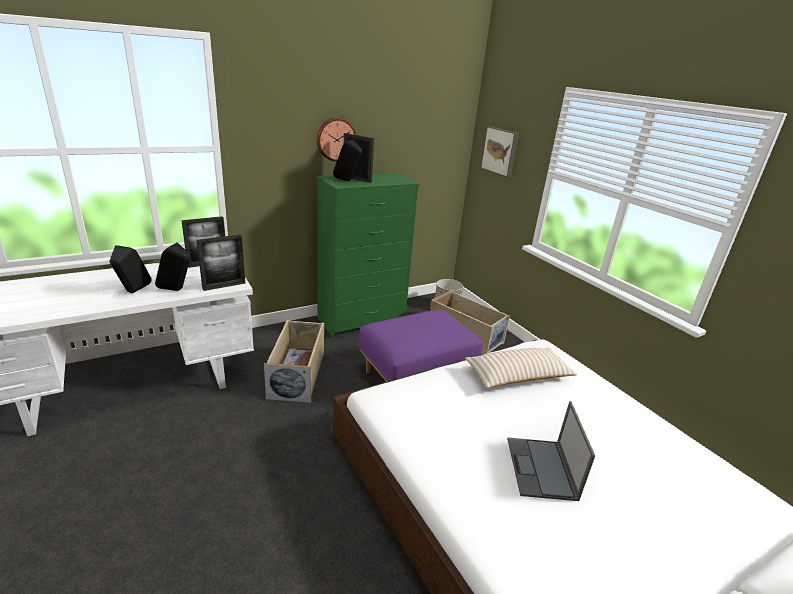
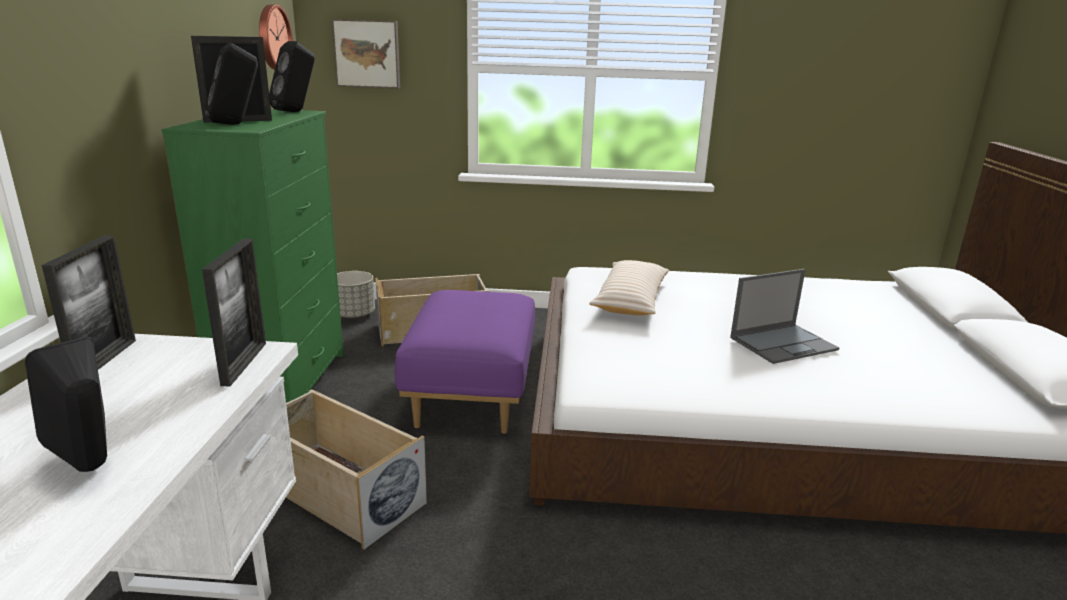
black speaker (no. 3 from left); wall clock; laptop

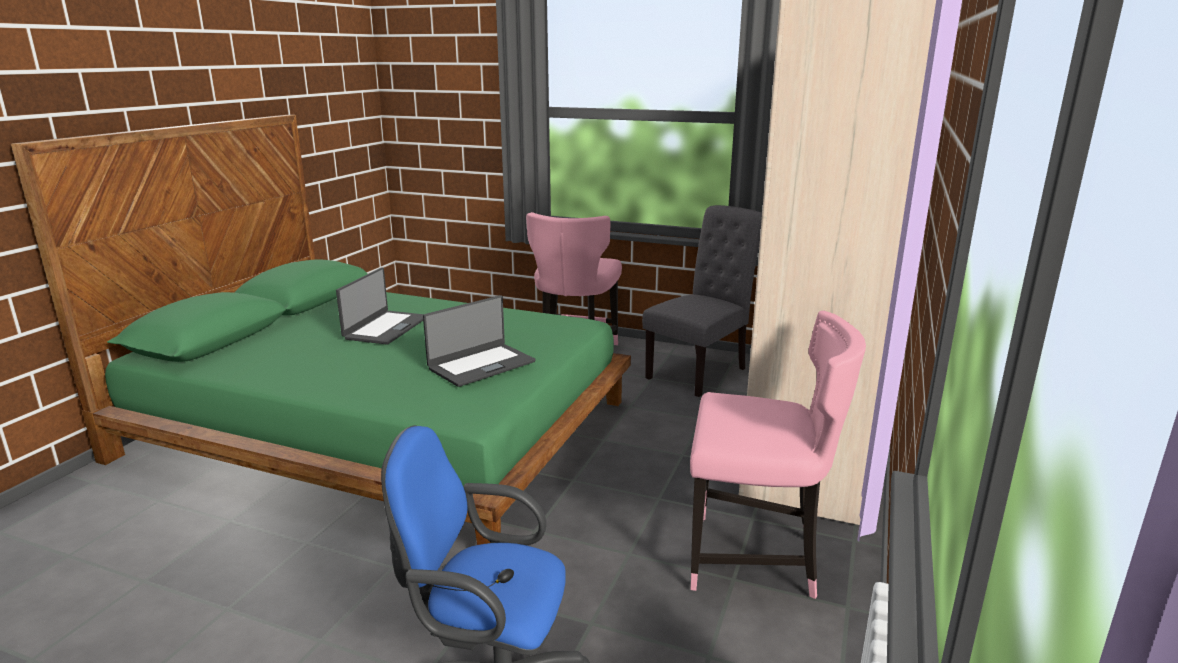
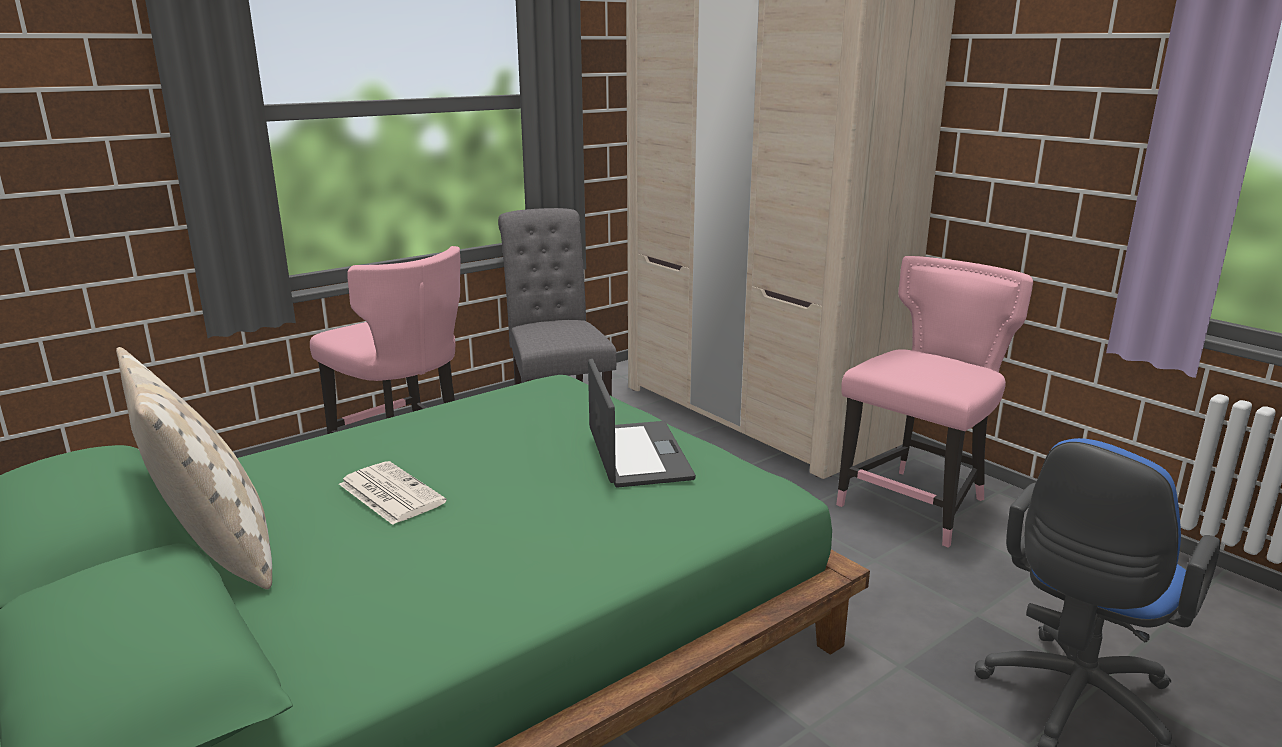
newspaper; beige pillow

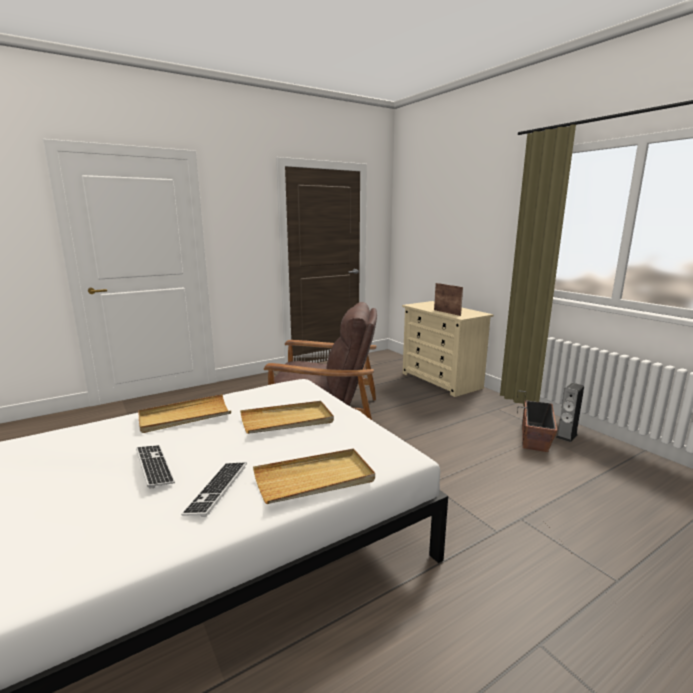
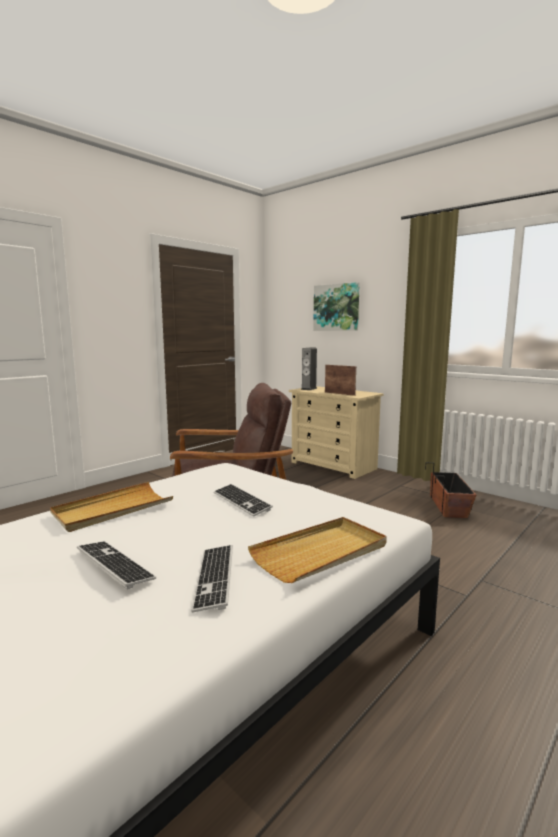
keyboard (no. 3 from left); speaker; picture

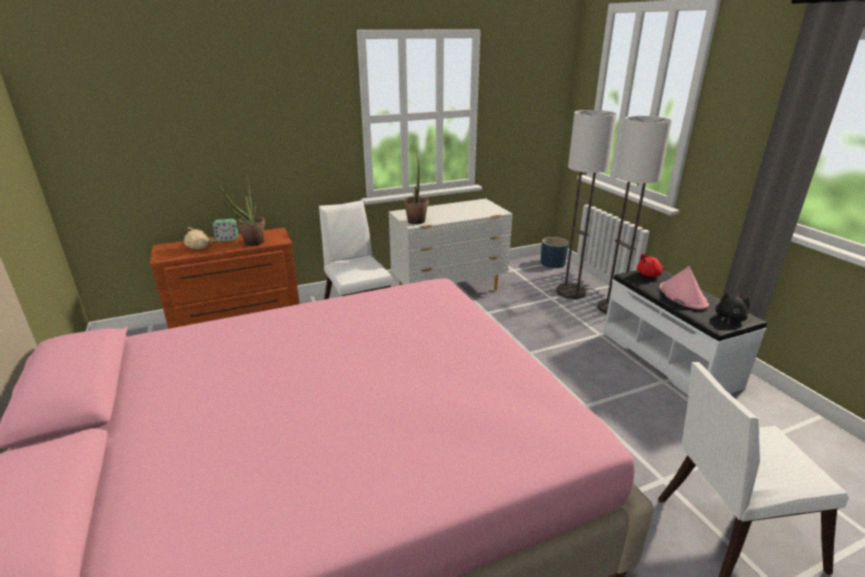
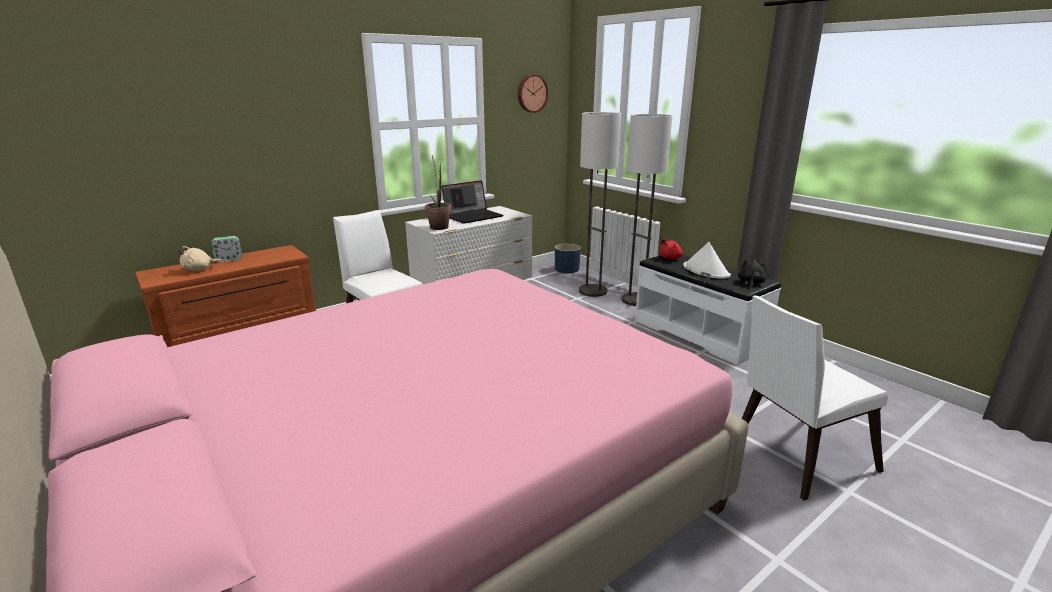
potted plant (no. 1 from left in the first image); white hat; laptop; wall clock

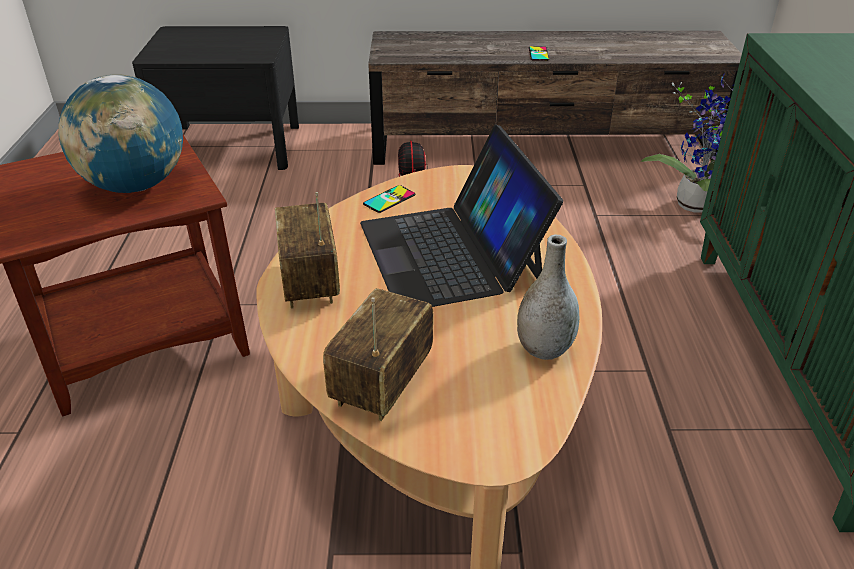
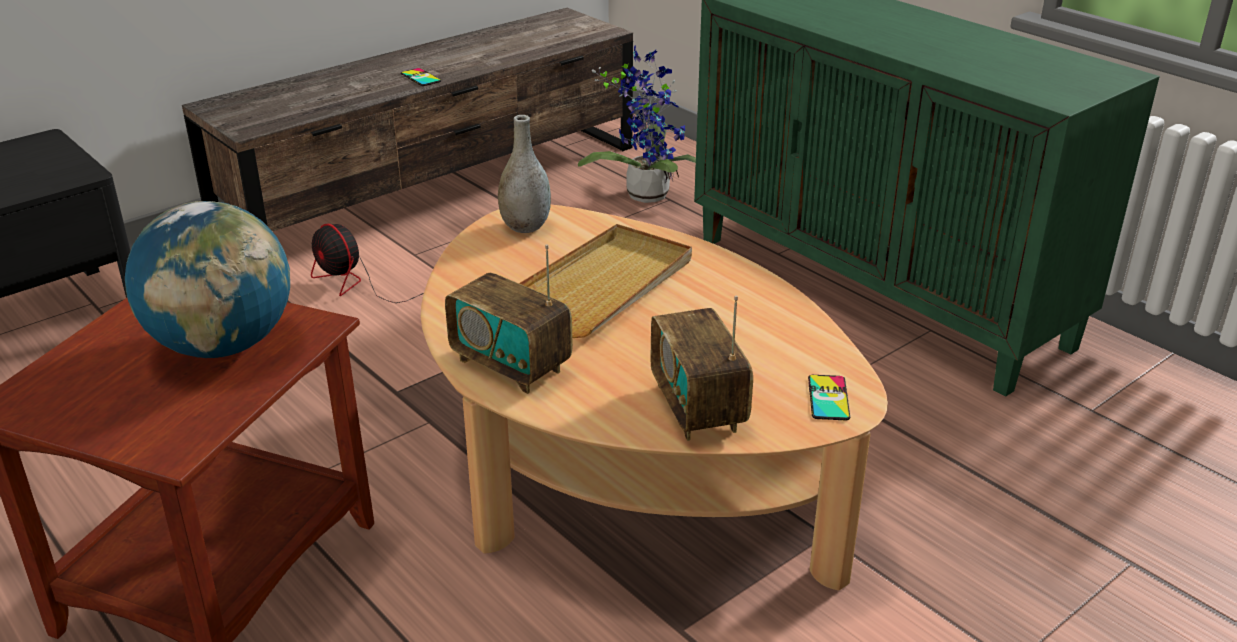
beige tray; phone (no. 2 from left); grey vase

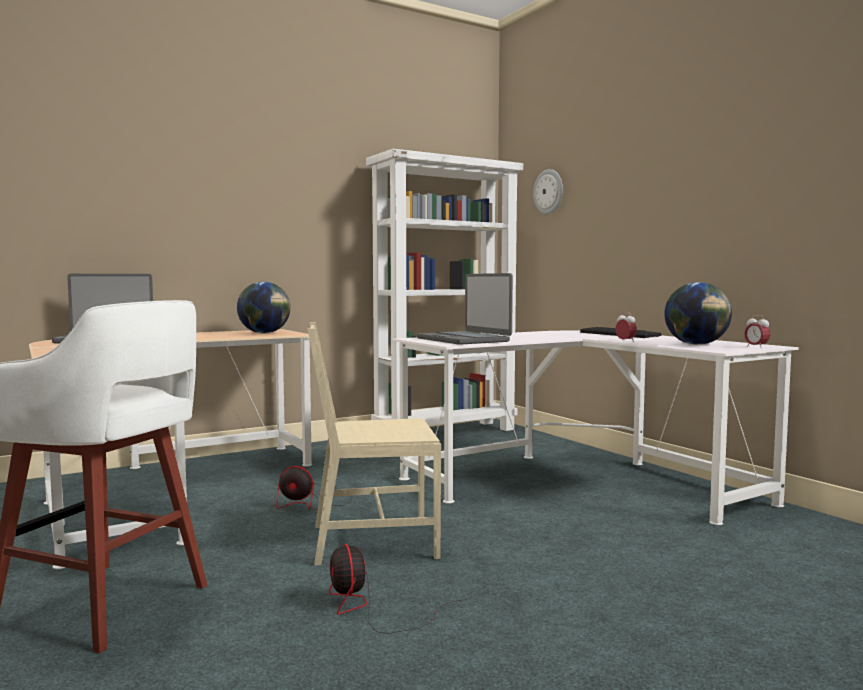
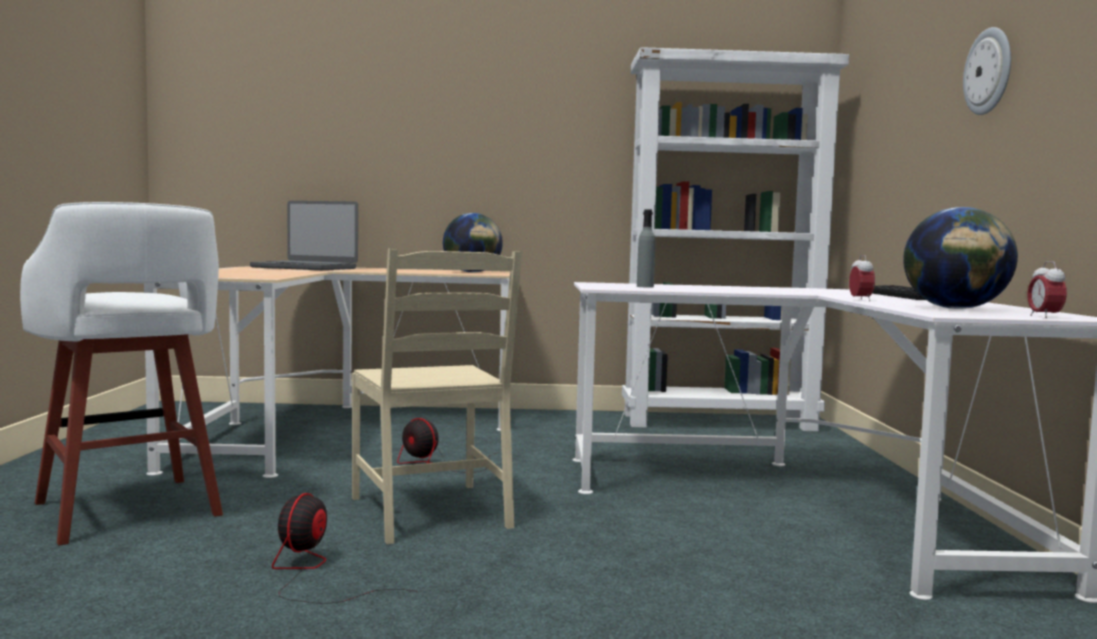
beige chair; grey bottle; wall clock

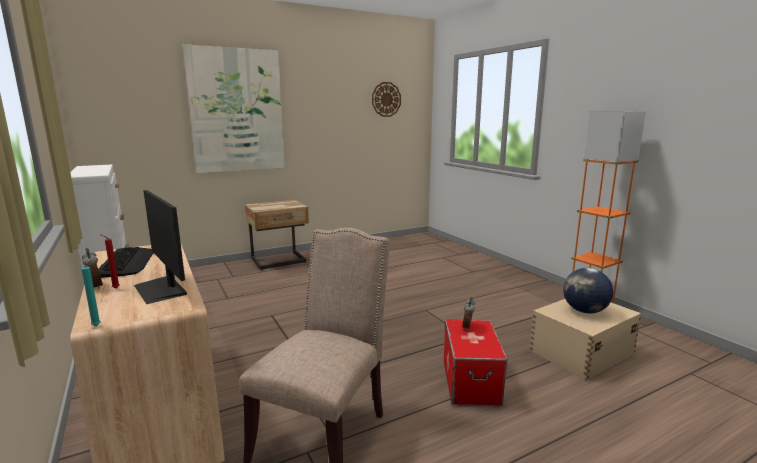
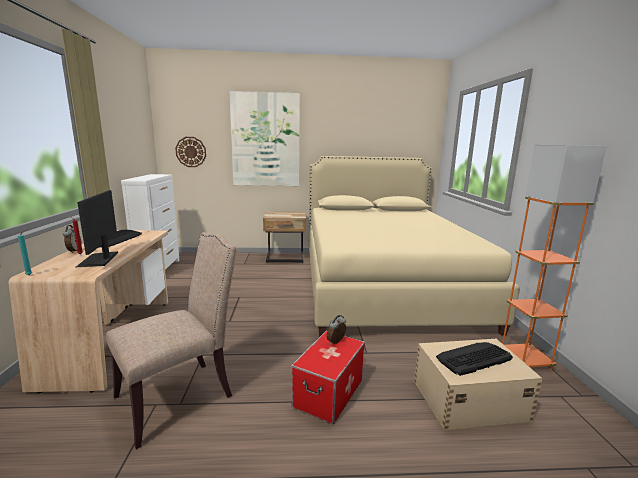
wall clock; keyboard (no. 2 from left); beige bed

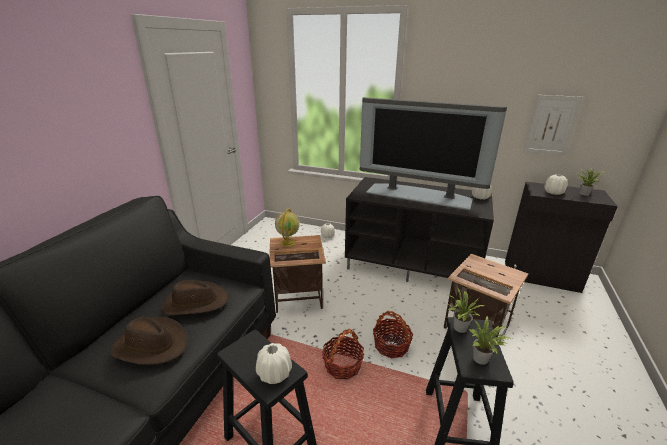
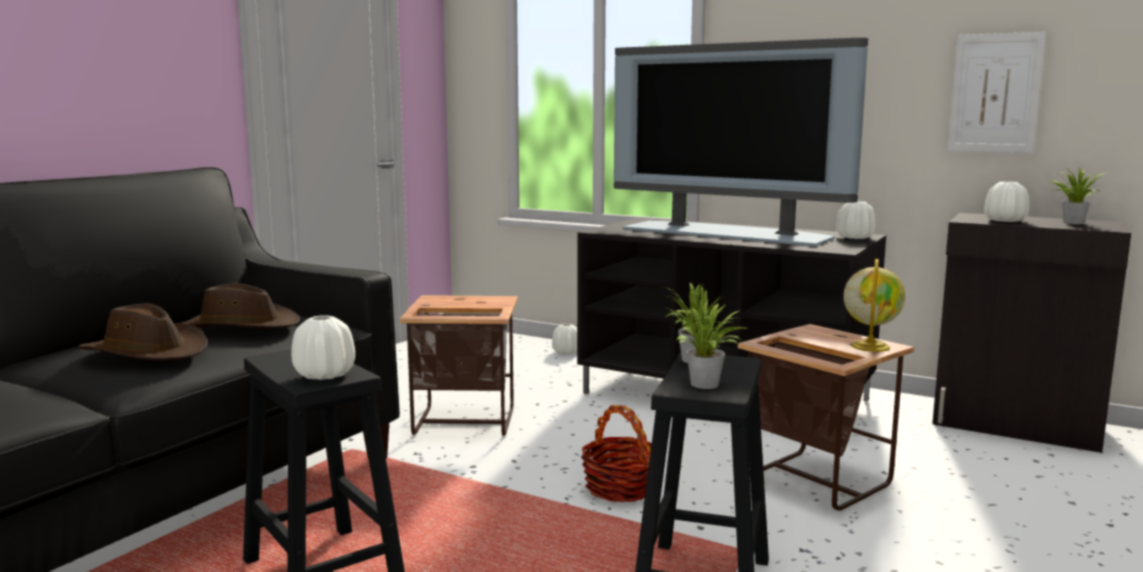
globe; basket (no. 1 from left in the first image)

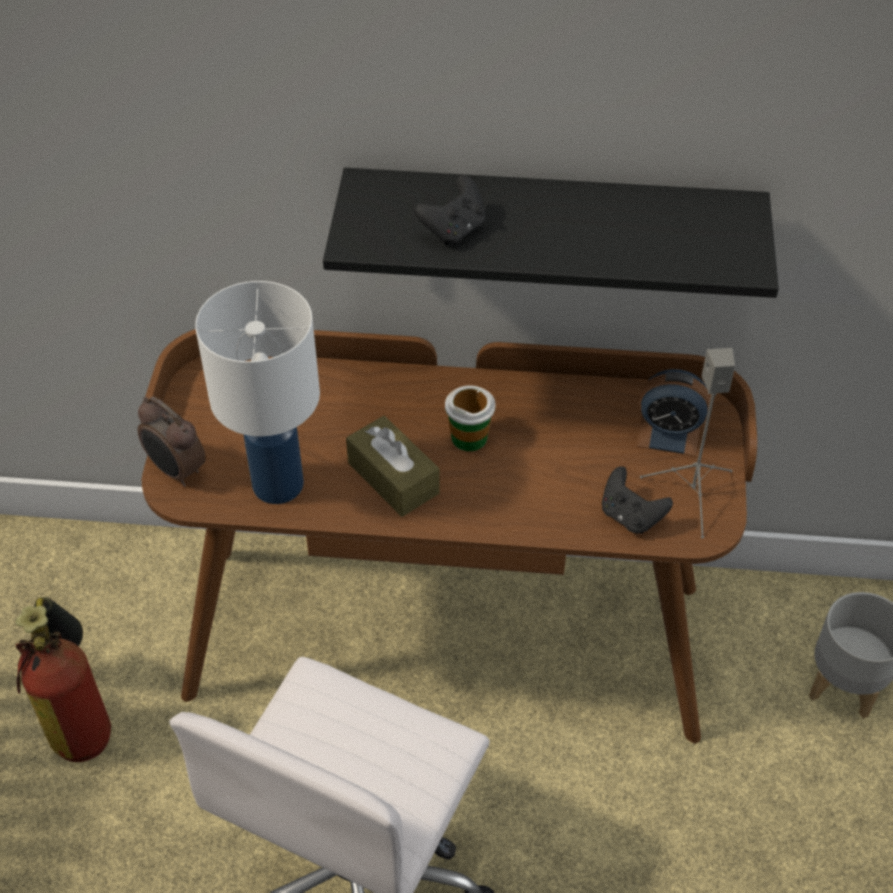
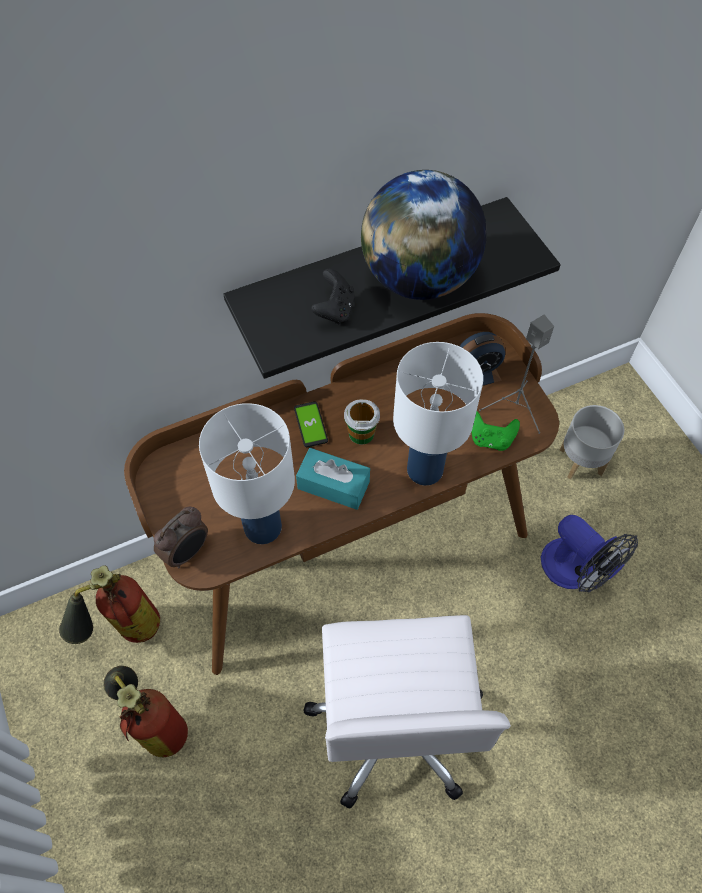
alarm clock (no. 1 from left); turquoise tissue box; green game controller; fire extinguisher (no. 1 from left); phone; globe; white table lamp (no. 2 from left); fan

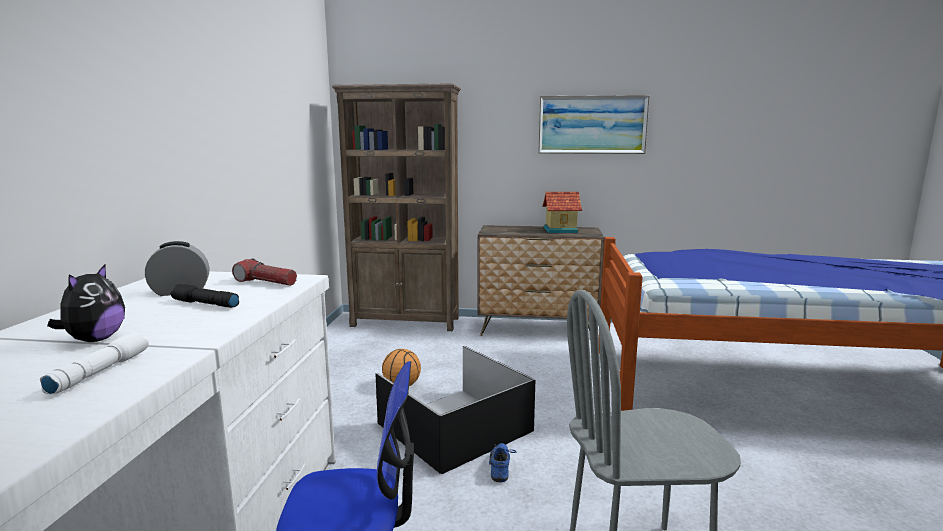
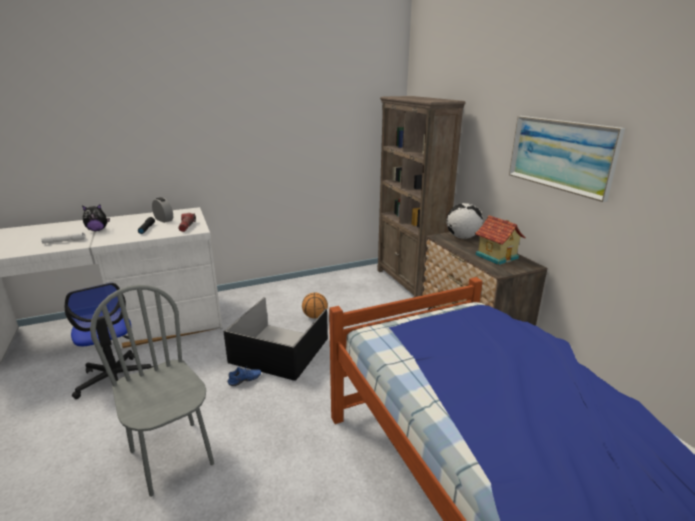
globe

